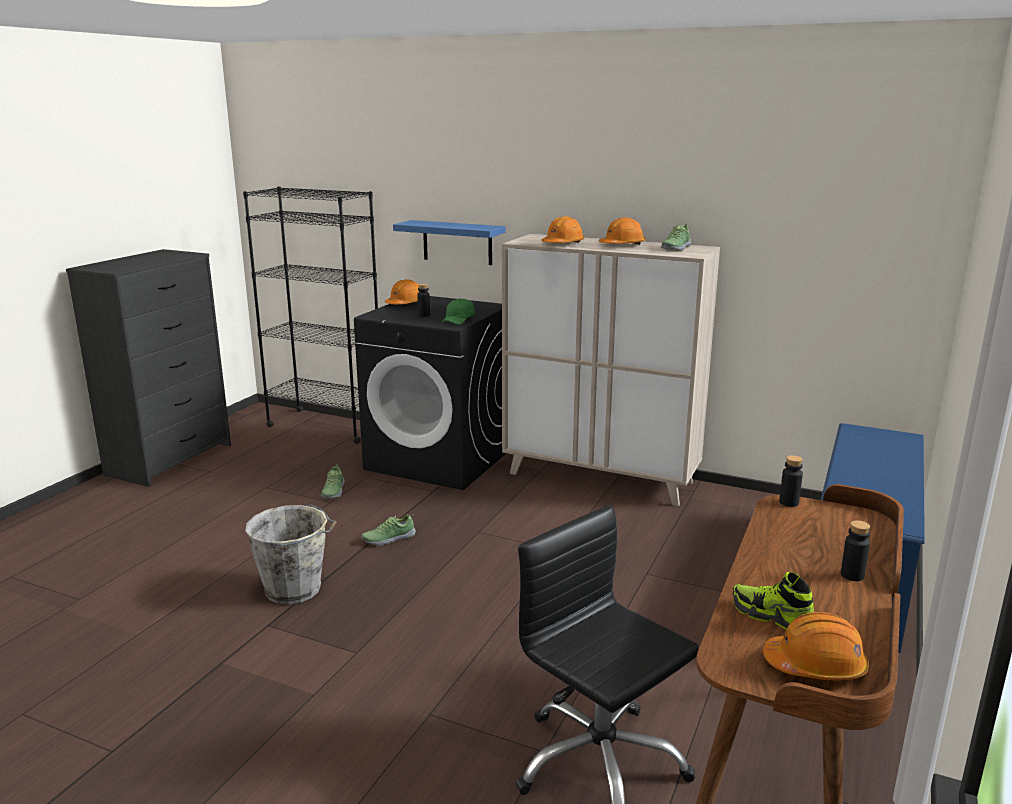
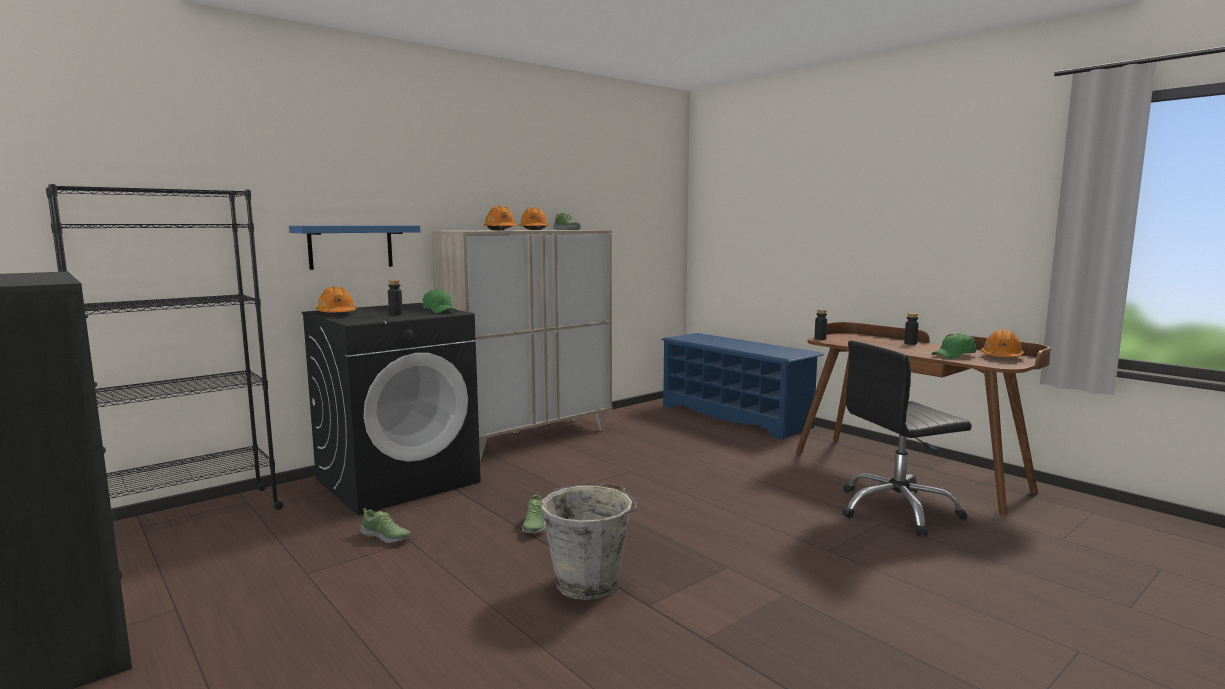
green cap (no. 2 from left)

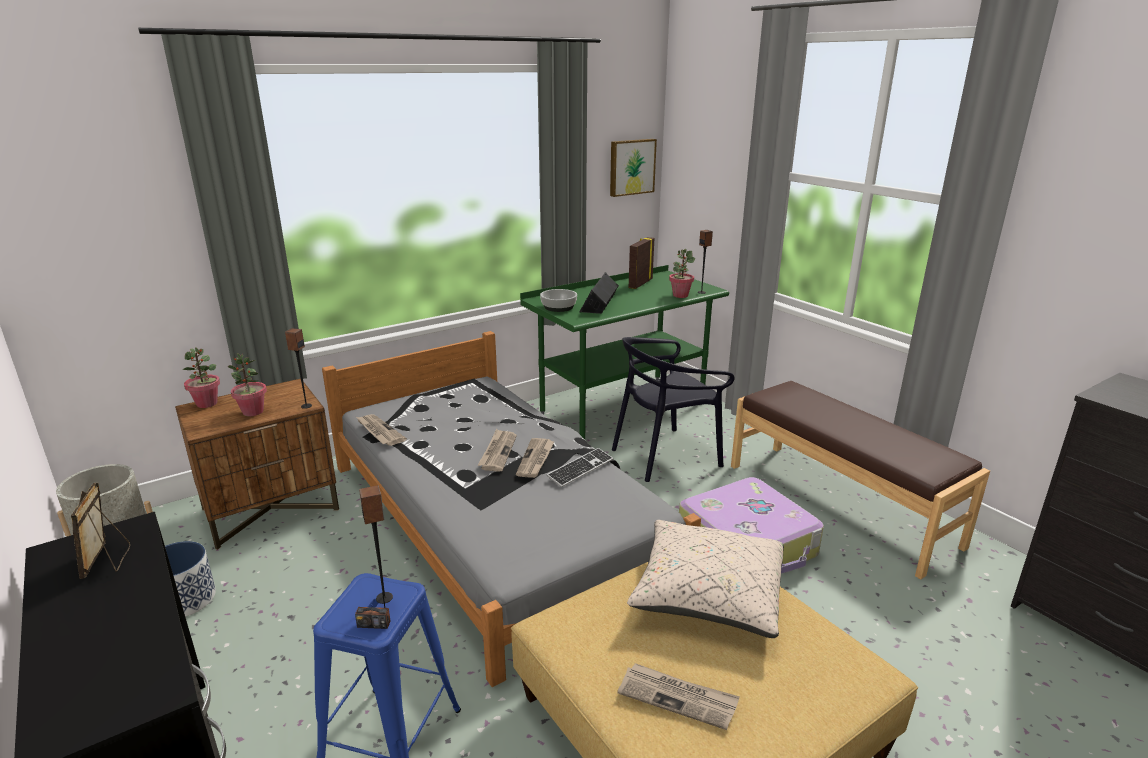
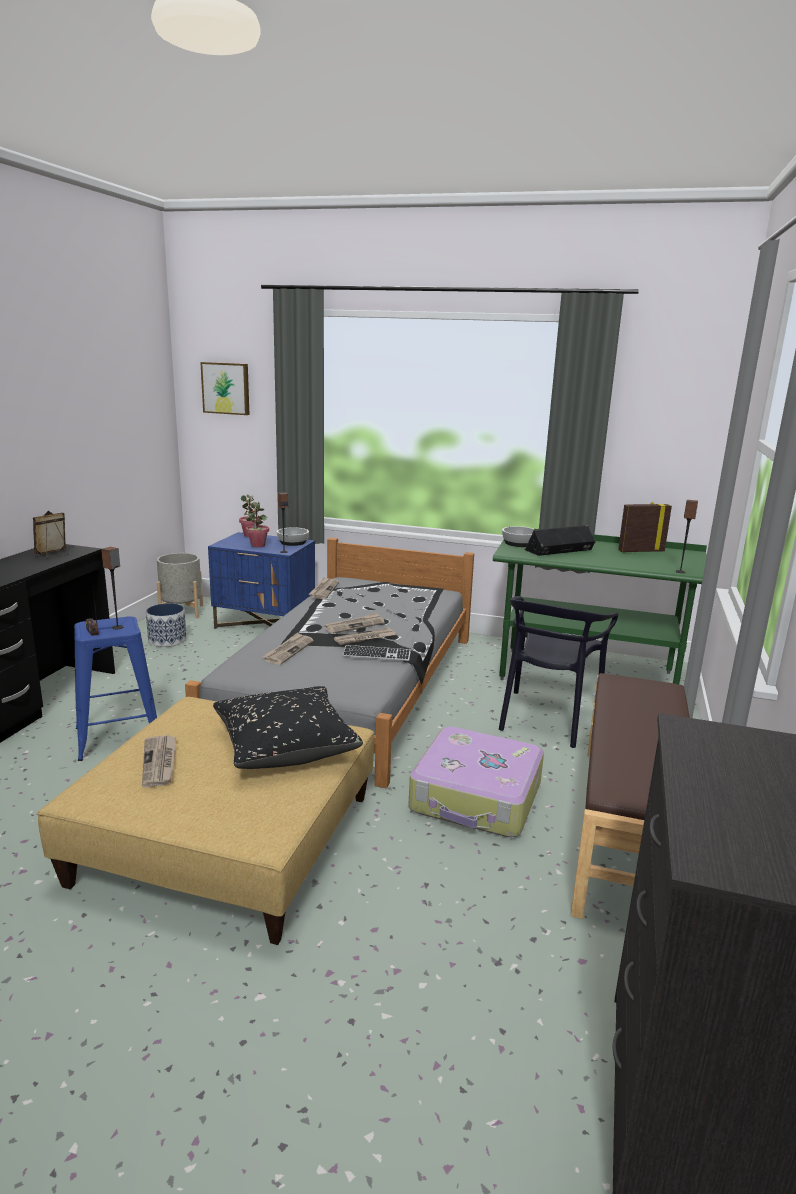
blue nightstand; picture; black chair; black pillow; potted plant (no. 3 from left in the first image); newspaper (no. 2 from left); bowl (no. 1 from left)

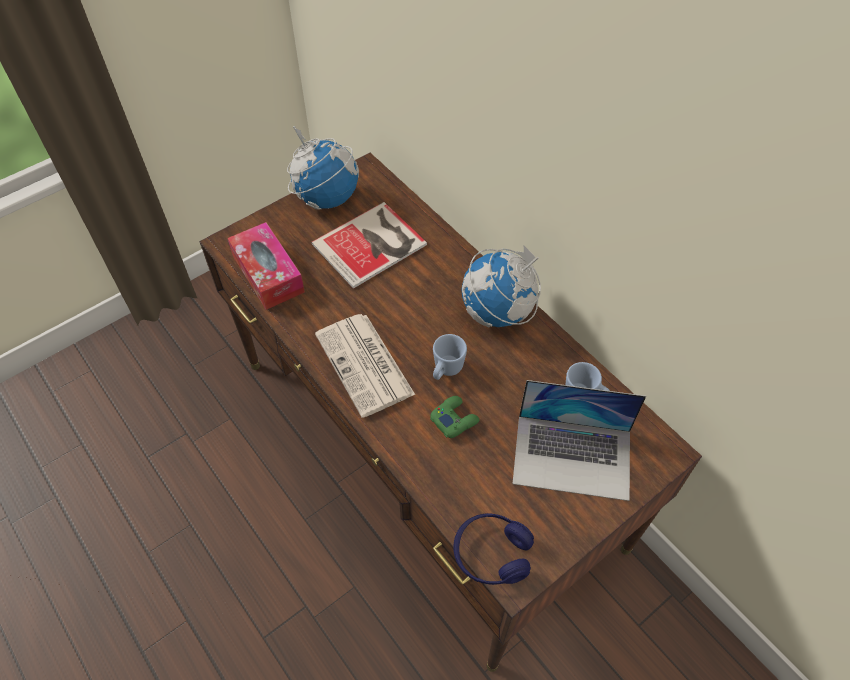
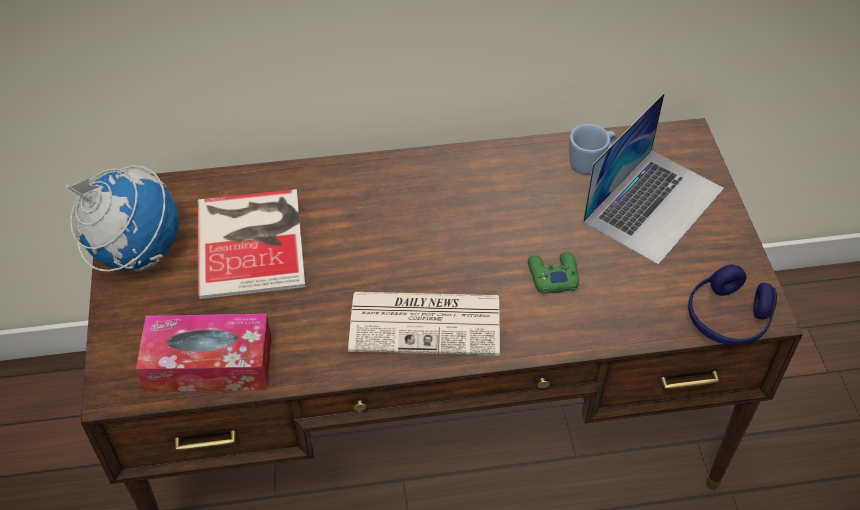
blue mug (no. 1 from left in the first image); globe (no. 2 from left in the first image)

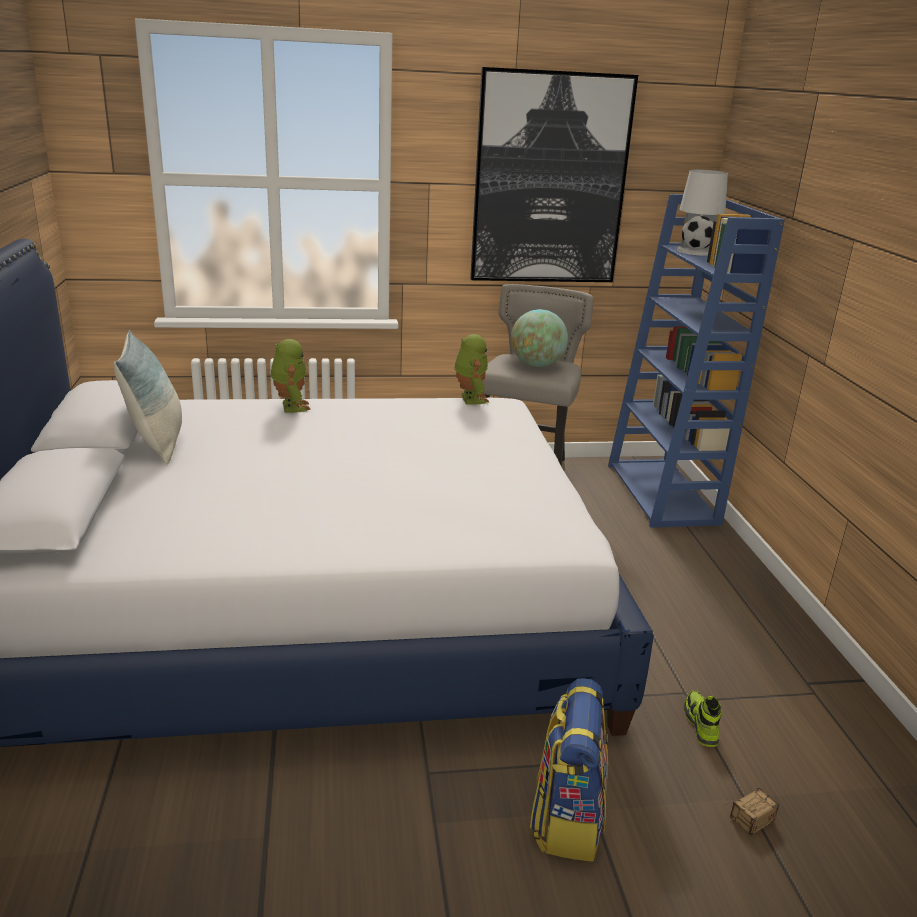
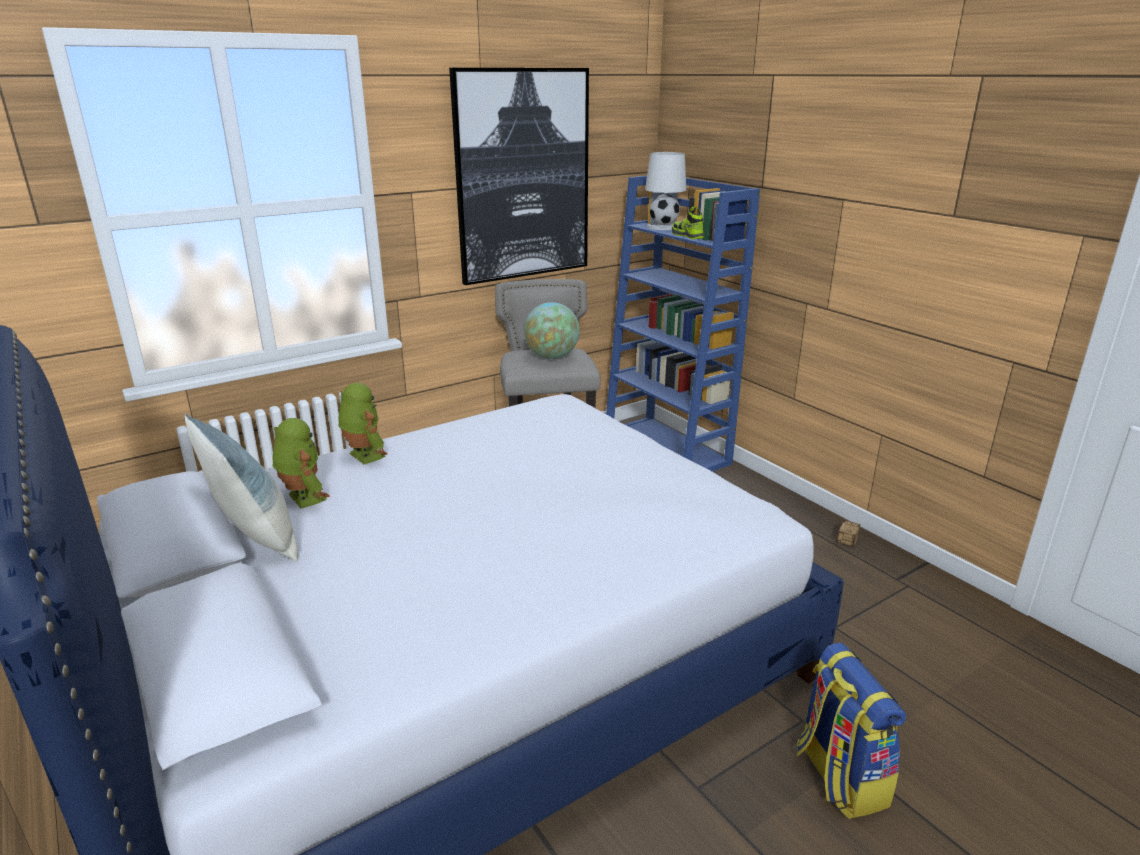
toy robot (no. 1 from left); shoe; storage box

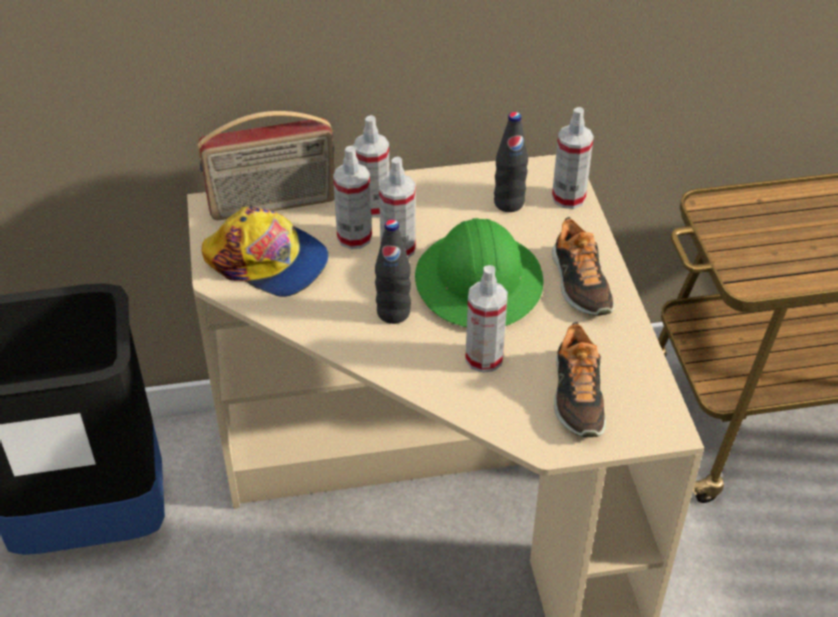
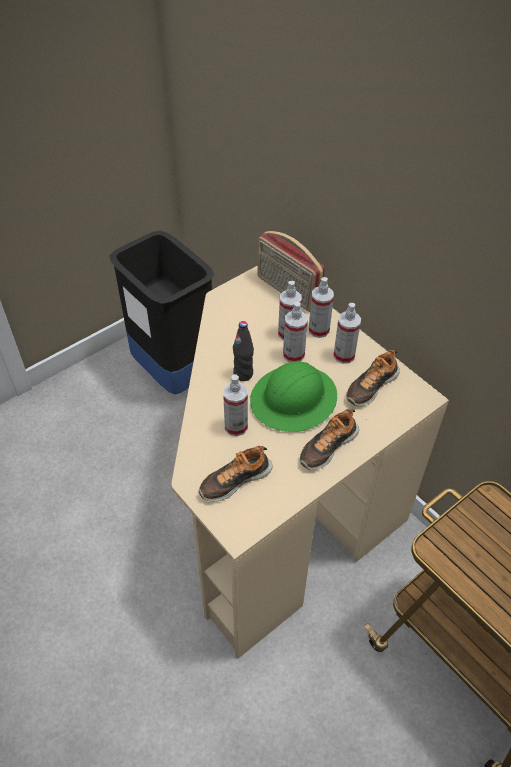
cap; shoe (no. 3 from left); spray bottle (no. 5 from left)

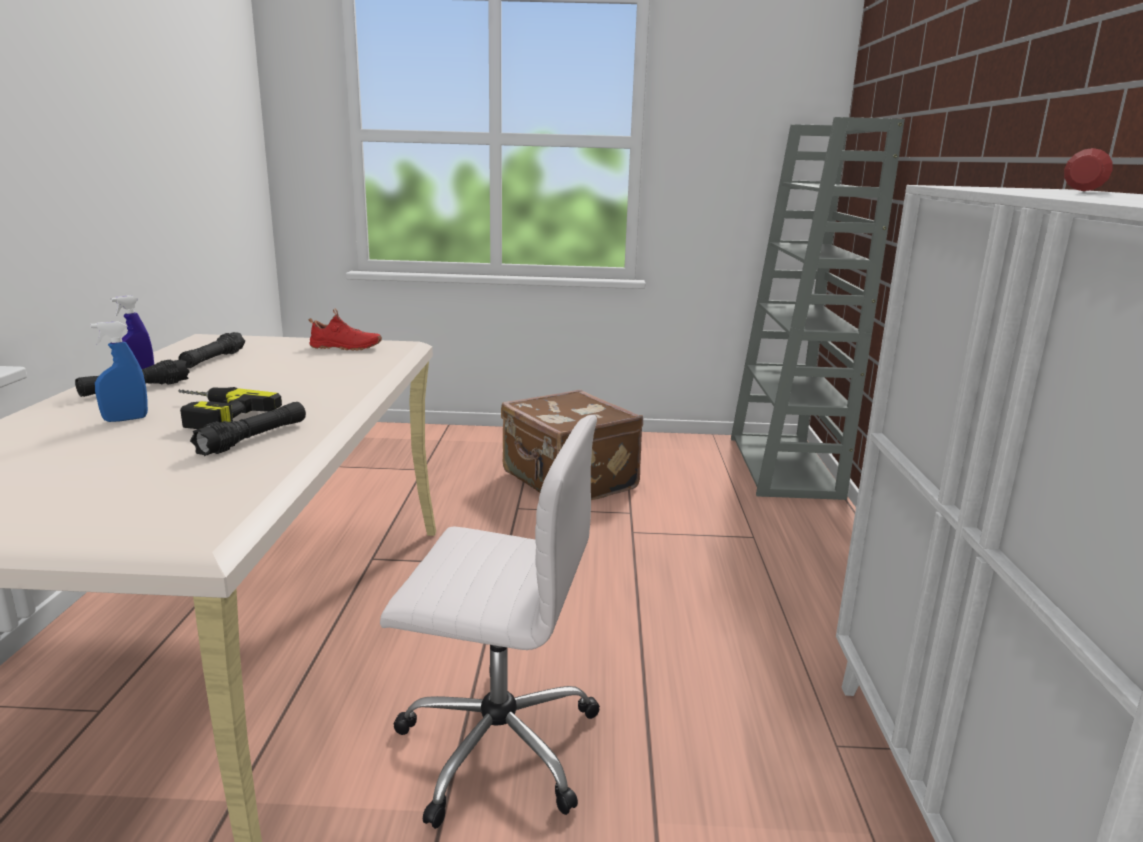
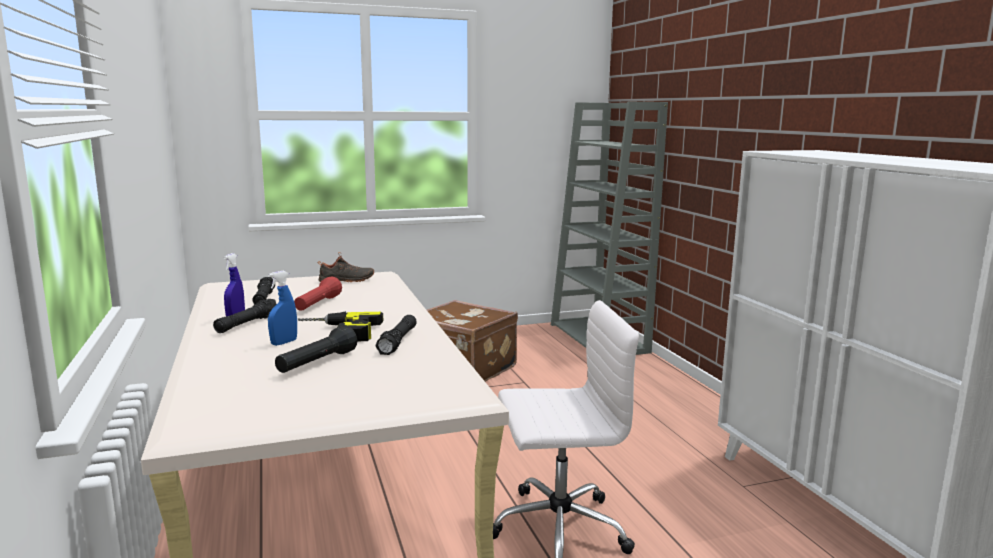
black shoe; red flashlight; black flashlight (no. 3 from left)

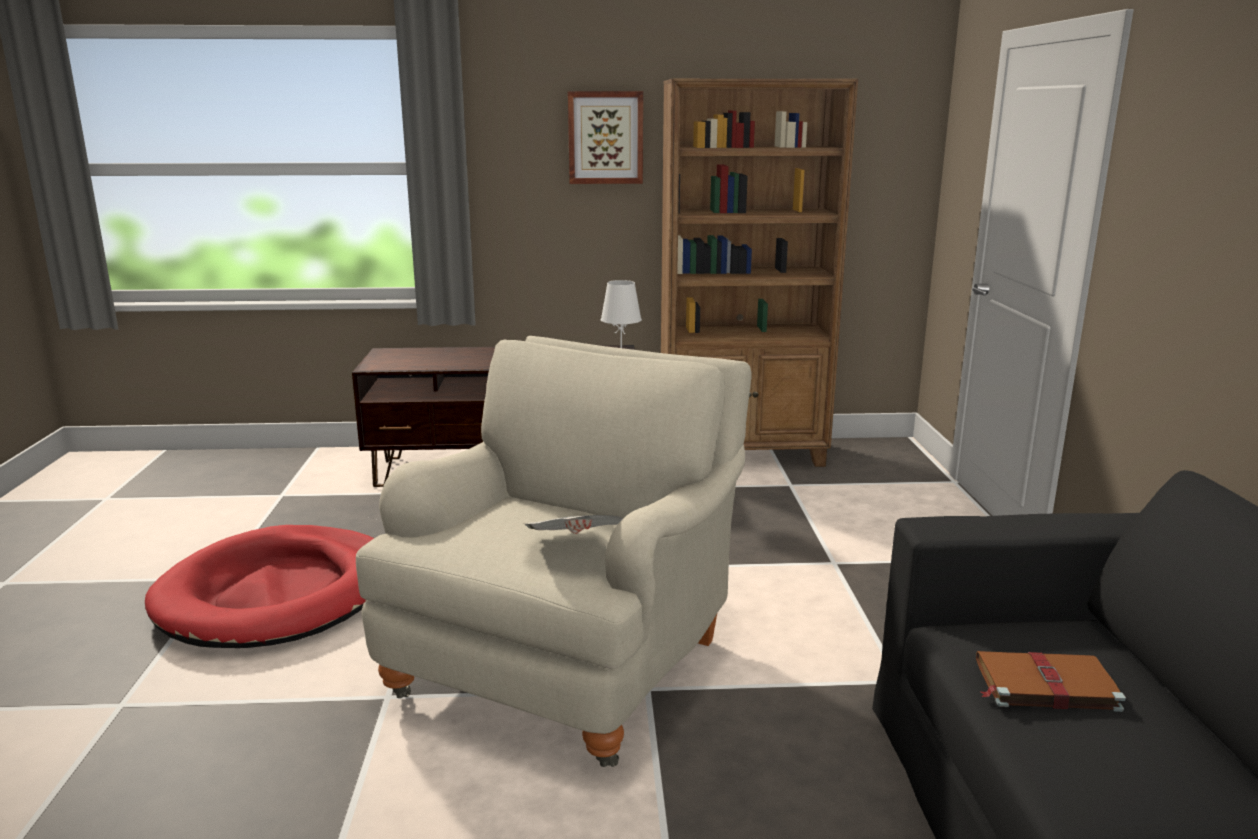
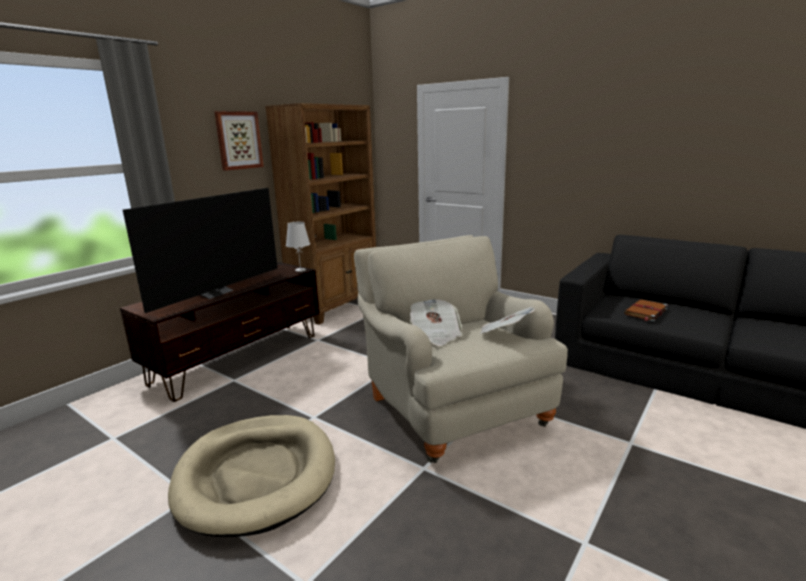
beige dog bed; television; newspaper (no. 1 from left)

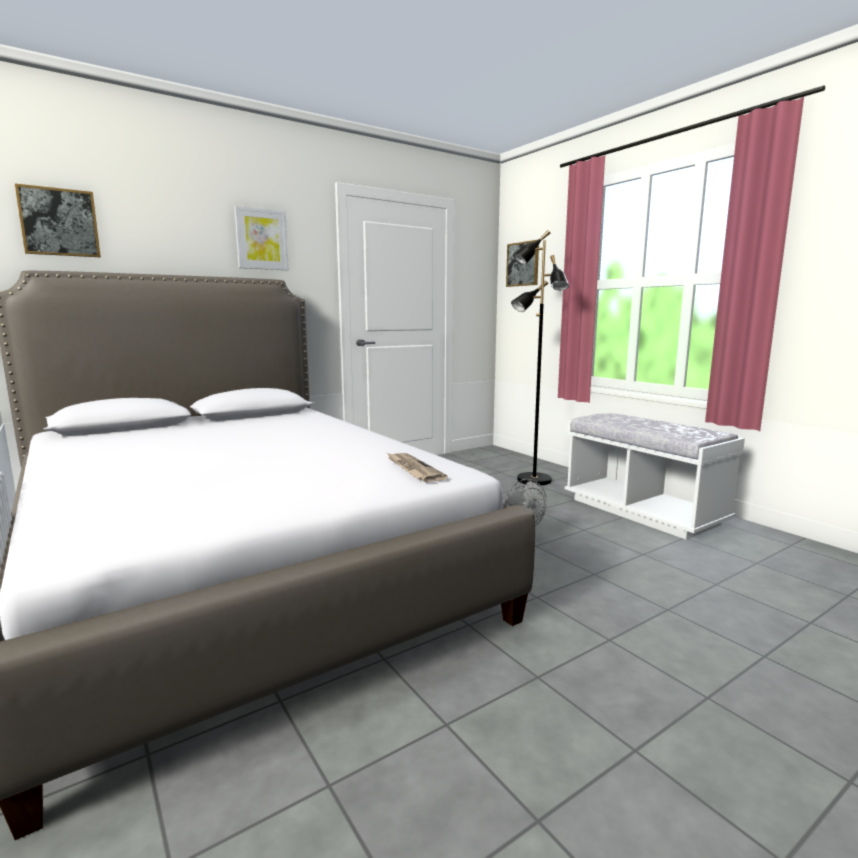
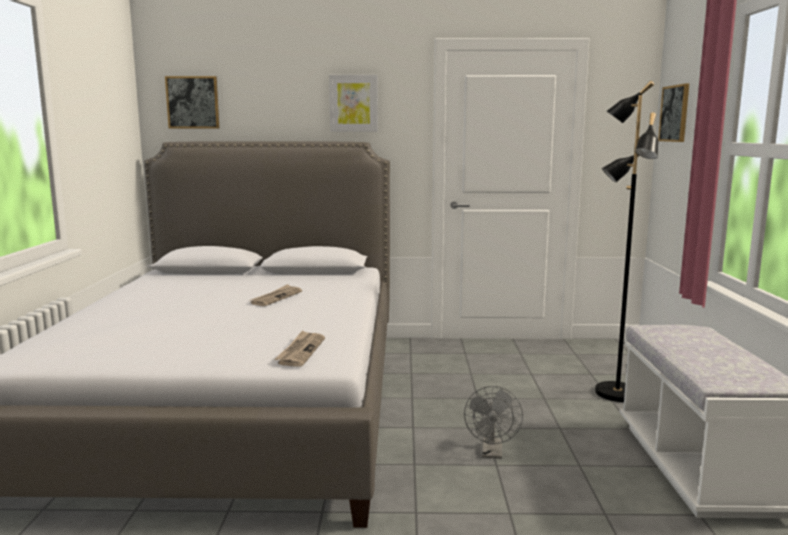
newspaper (no. 1 from left)

